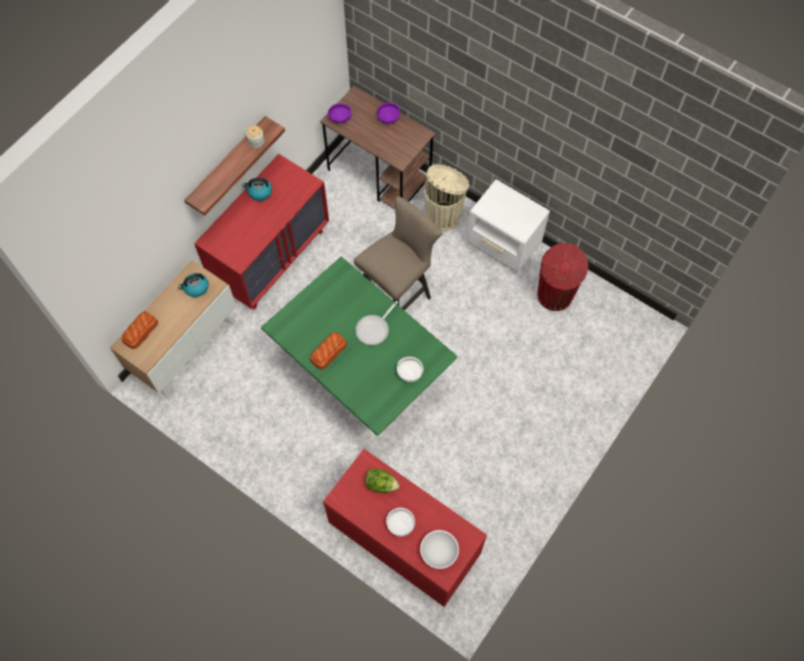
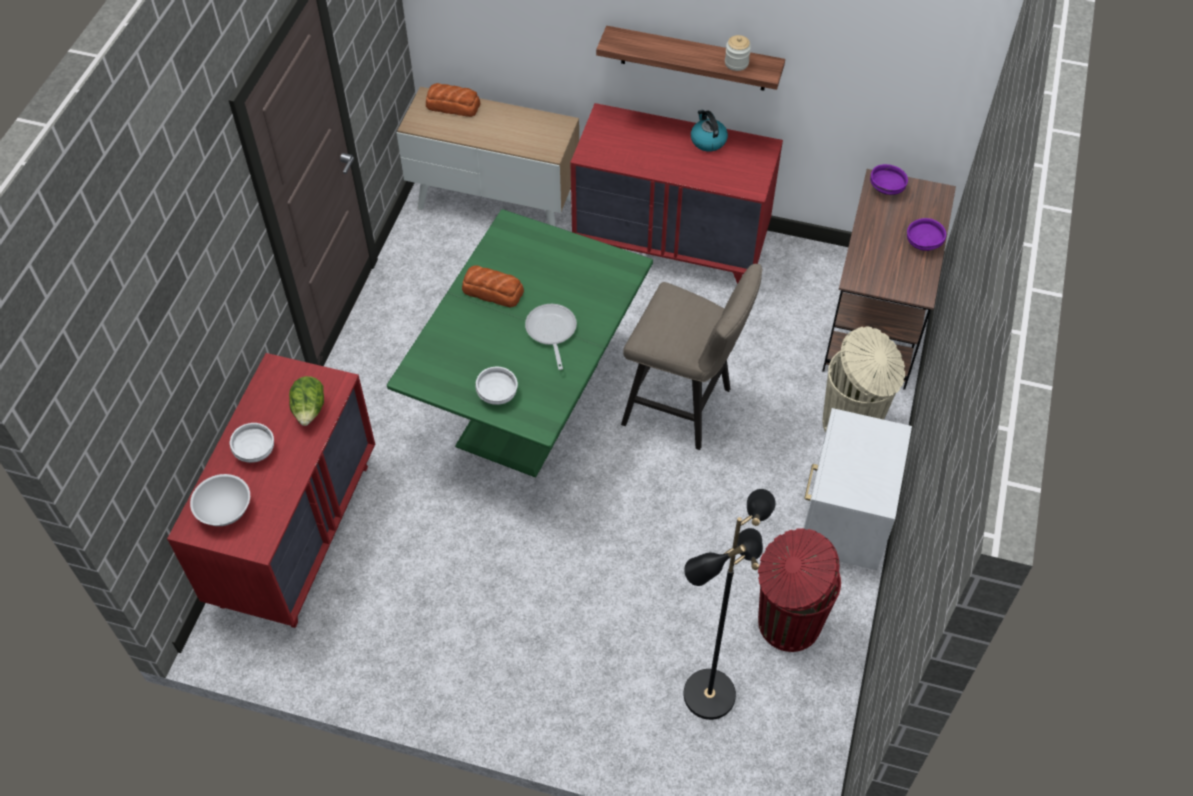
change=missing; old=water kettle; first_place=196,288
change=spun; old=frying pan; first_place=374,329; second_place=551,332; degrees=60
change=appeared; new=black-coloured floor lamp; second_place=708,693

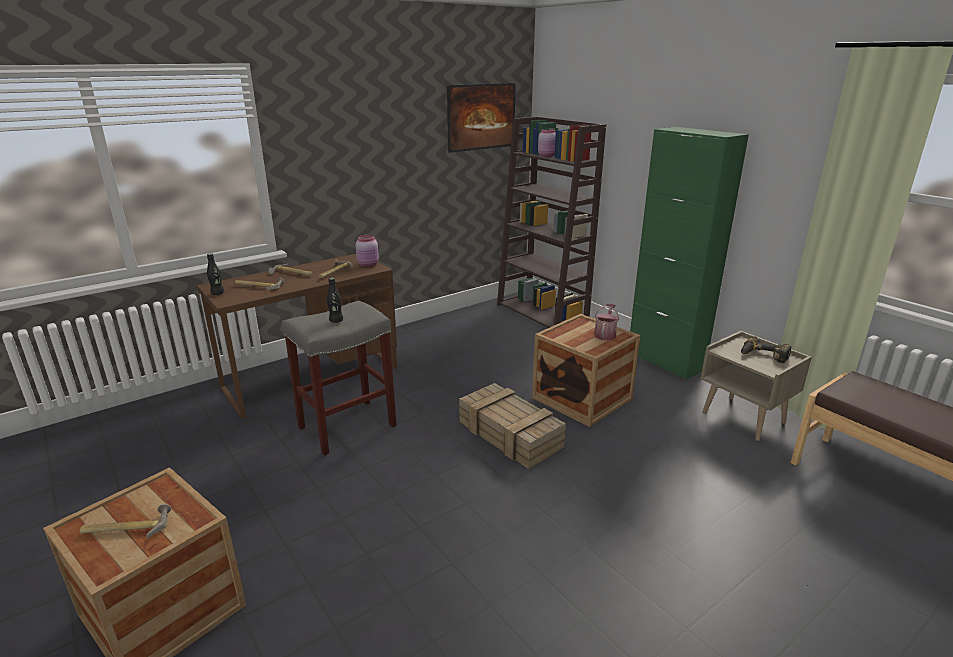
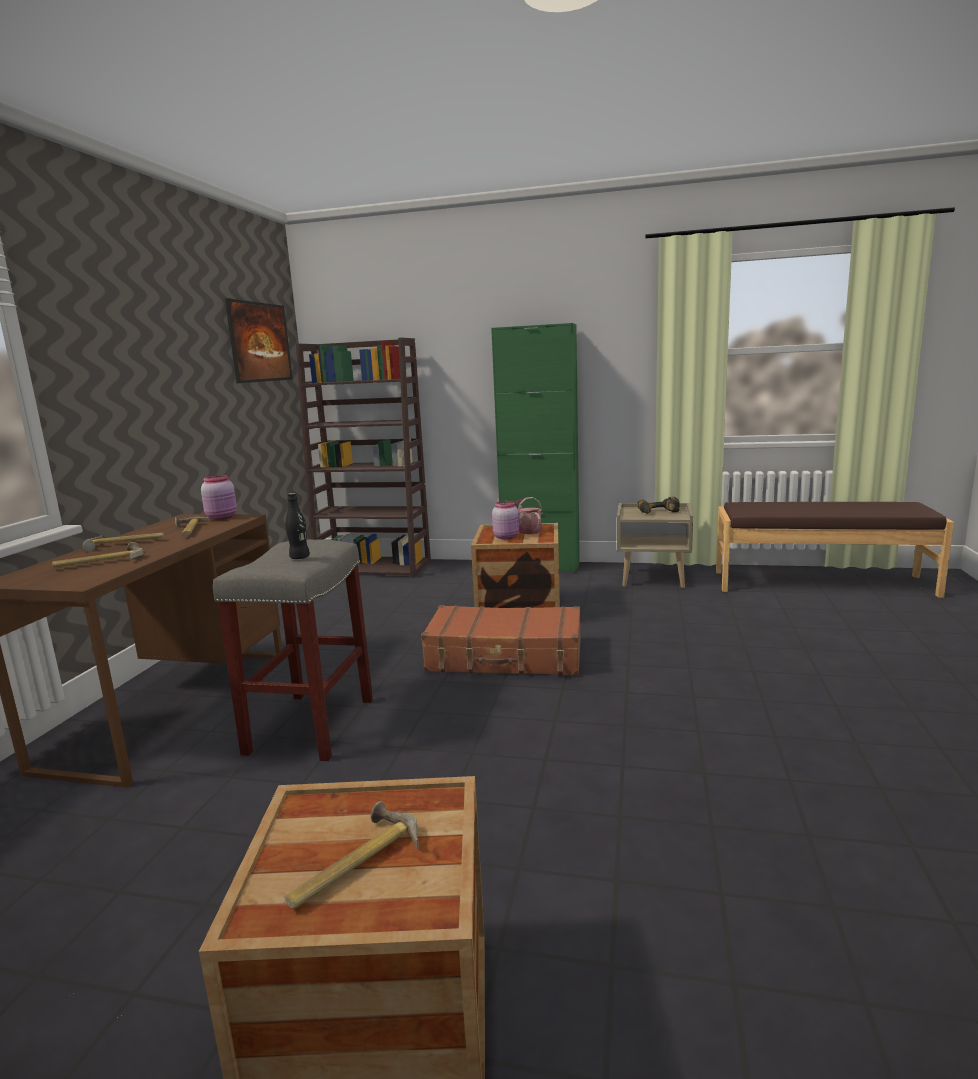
change=relocated; old=pink storage jar; first_place=547,155; second_place=507,537
change=missing; old=black-coloured beverage bottle; first_place=217,293
change=exchanged; old=crate; new=brownish piece of luggage; first_place=511,435; second_place=505,657

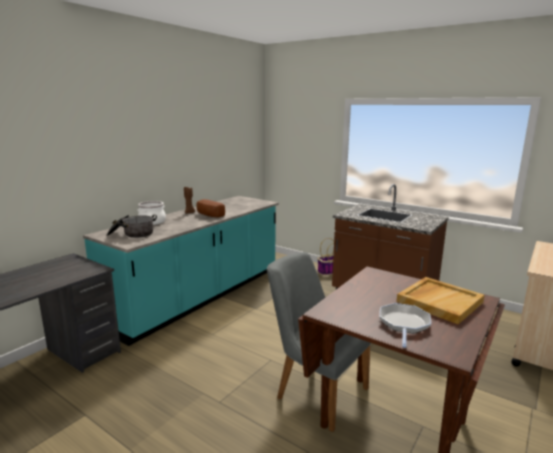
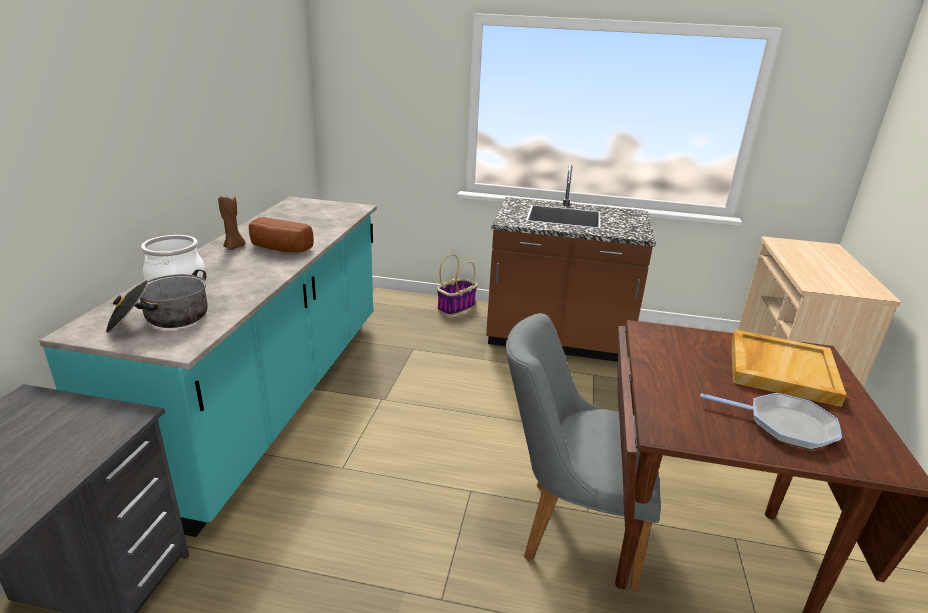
change=spun; old=frying pan; first_place=404,324; second_place=785,425; degrees=120

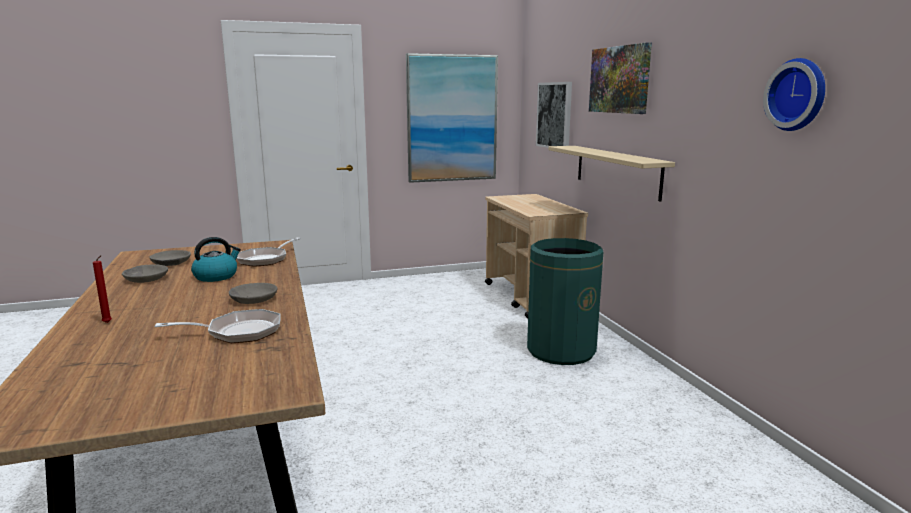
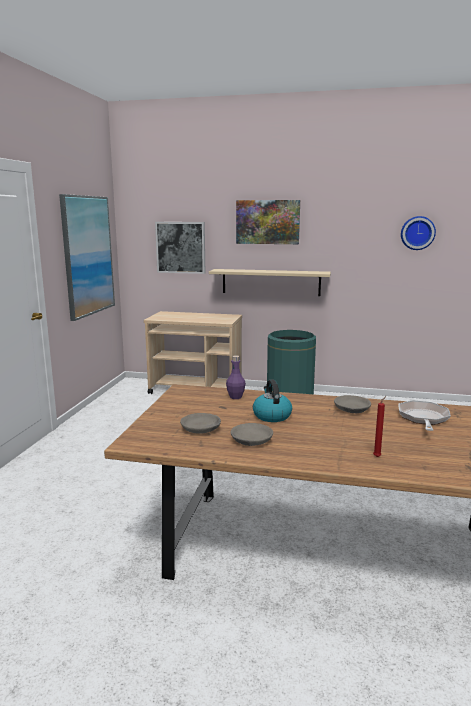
change=exchanged; old=frying pan; new=purplish beverage bottle; first_place=265,259; second_place=235,397

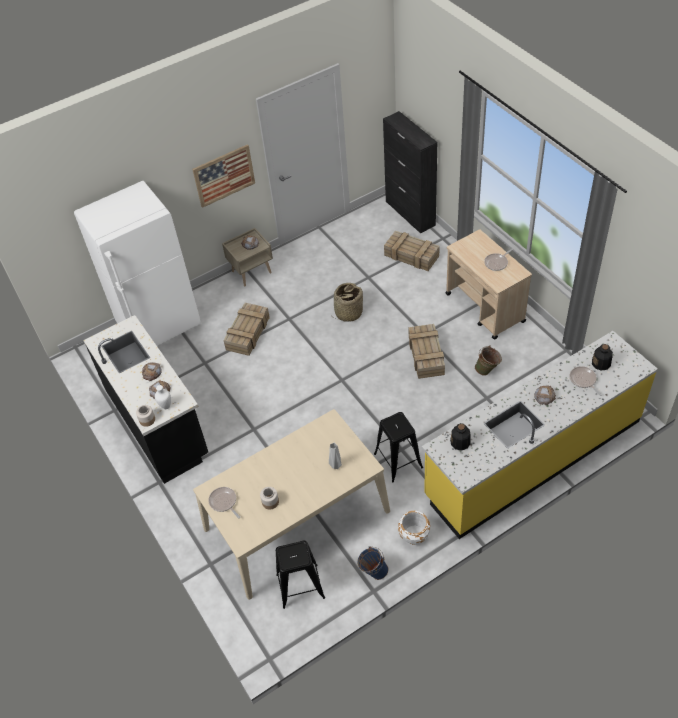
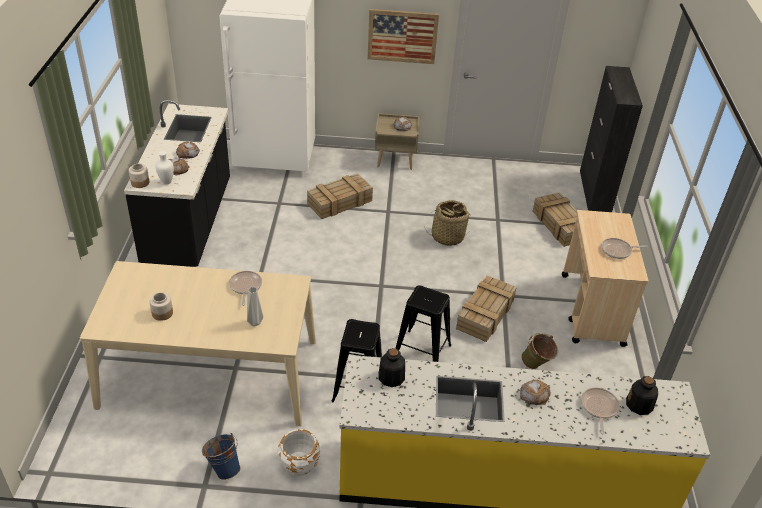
change=relocated; old=frying pan; first_place=224,502; second_place=245,287
change=relocated; old=black-coloured stool seat; first_place=300,586; second_place=422,351

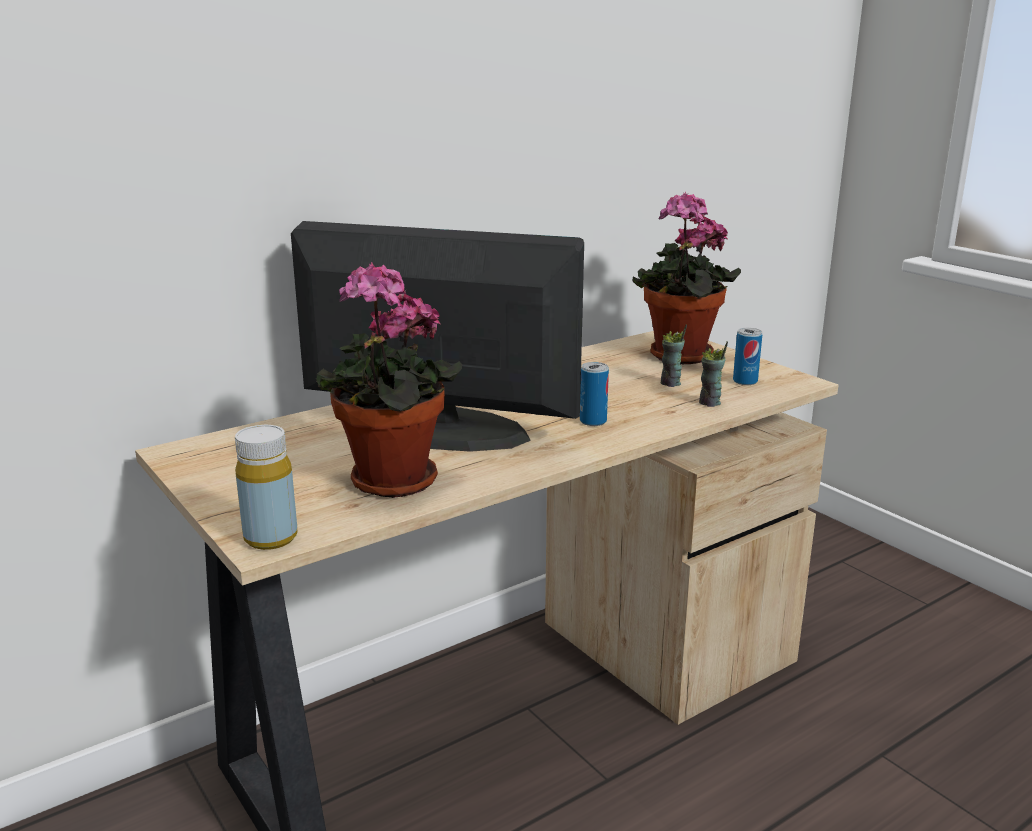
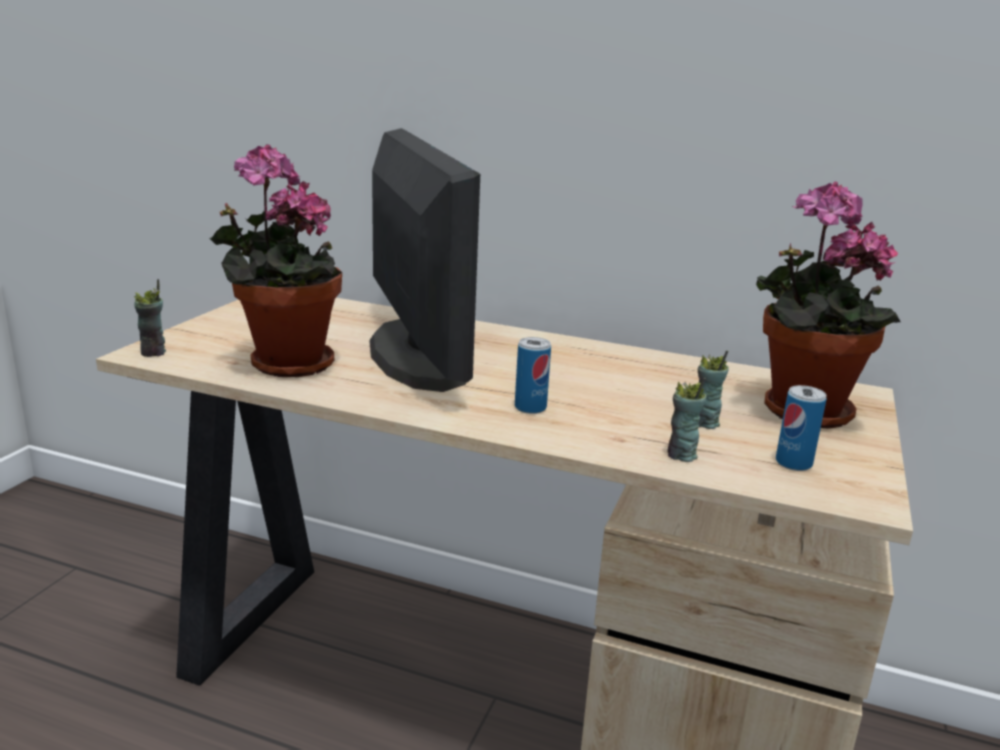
change=exchanged; old=yellow-coloured beverage bottle; new=cup; first_place=270,538; second_place=154,353

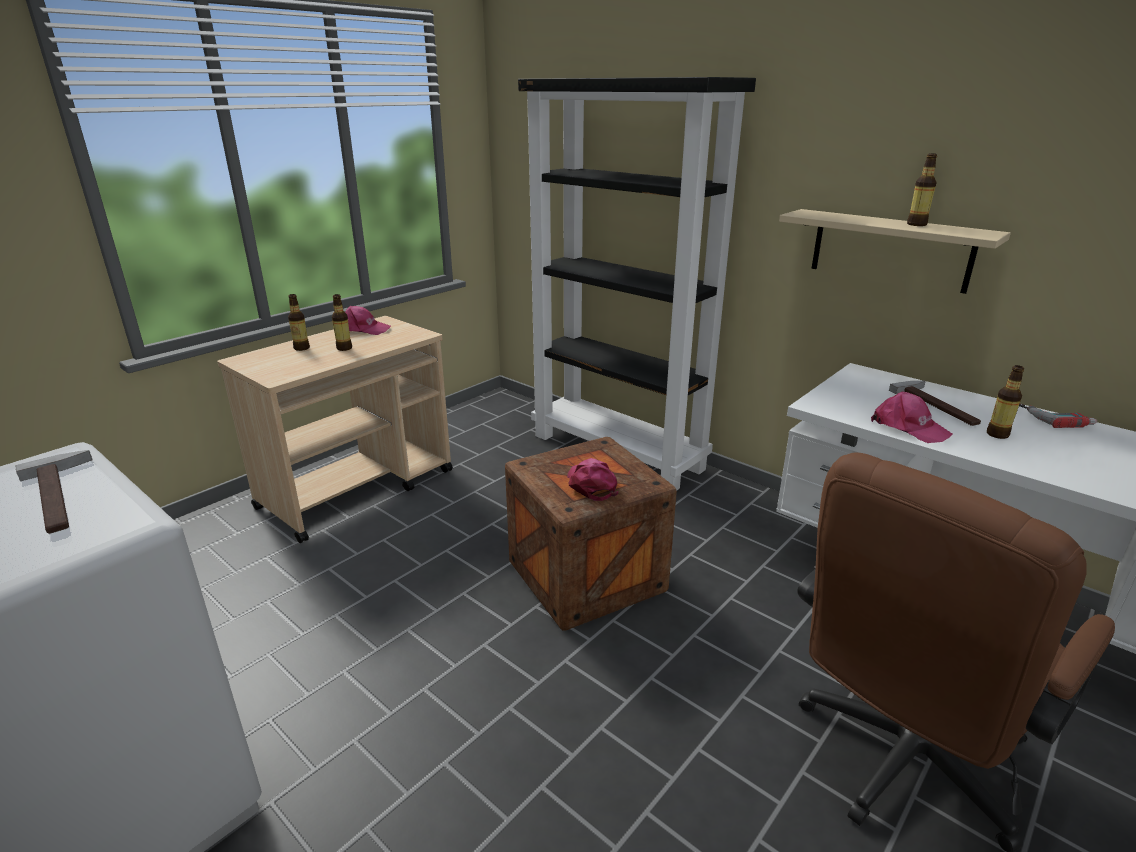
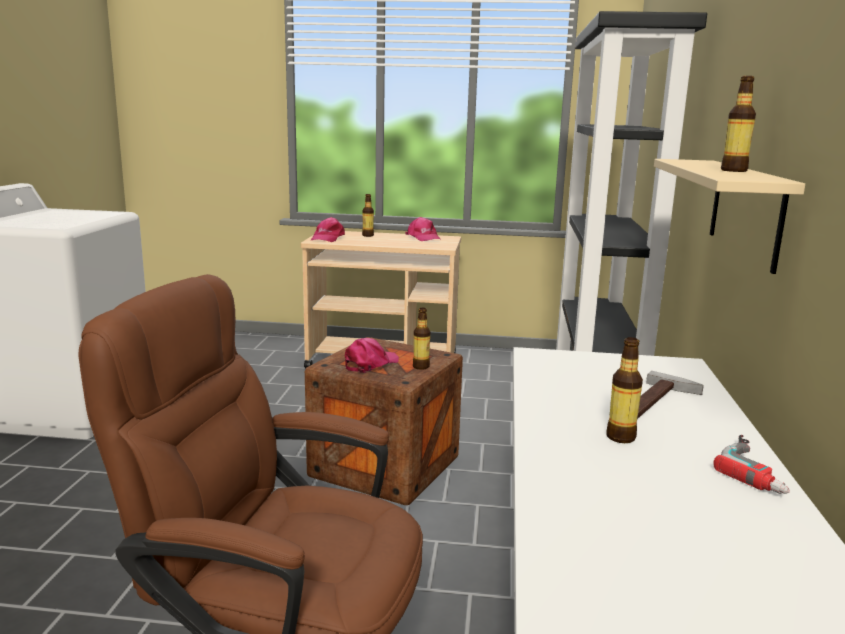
change=relocated; old=beverage bottle; first_place=344,348; second_place=421,366
change=relocated; old=pink cap; first_place=908,427; second_place=327,238
change=missing; old=hammer; first_place=62,495

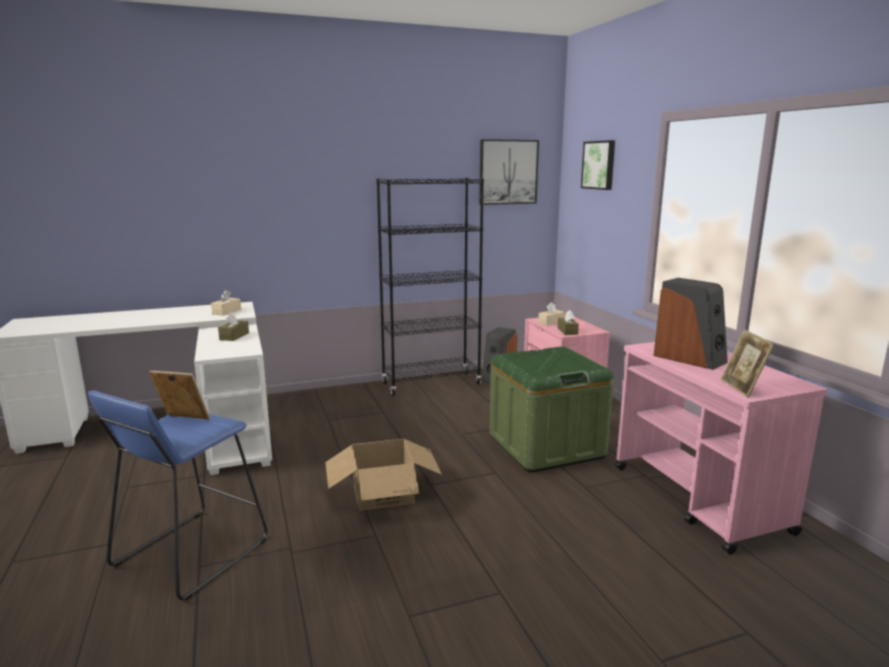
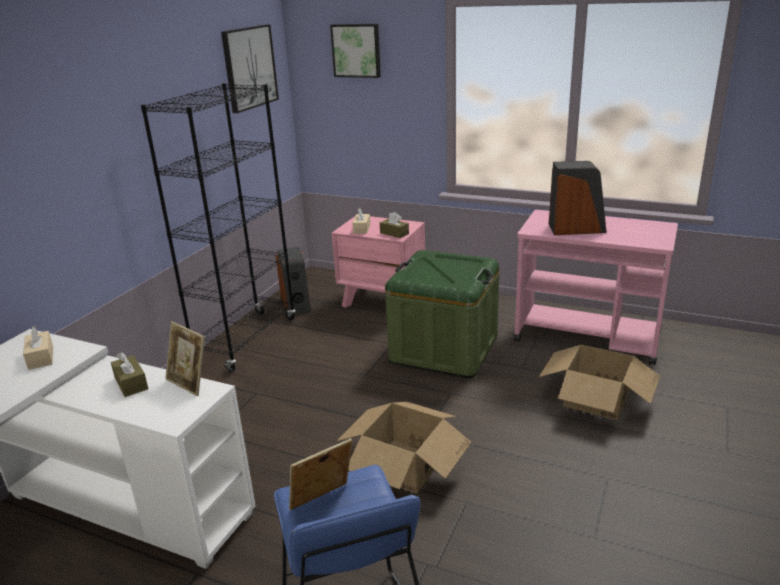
change=relocated; old=picture frame; first_place=742,388; second_place=189,383
change=appeared; new=cardboard box; second_place=596,398

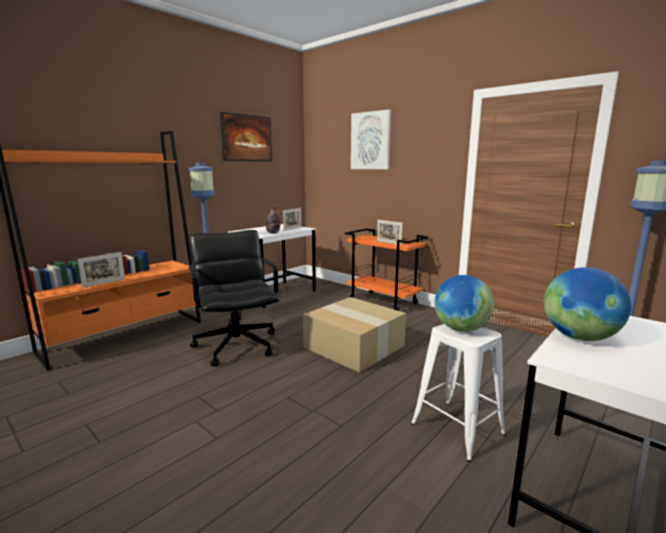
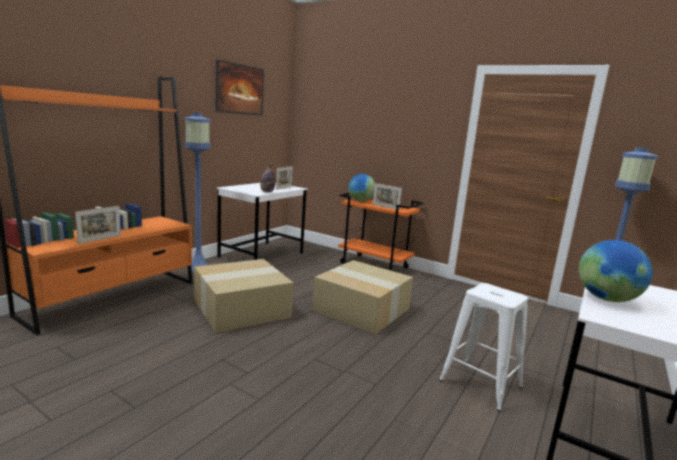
change=missing; old=picture; first_place=370,141
change=exchanged; old=black-coloured computer chair; new=cardboard box; first_place=237,345; second_place=242,308
change=relocated; old=world globe; first_place=461,329; second_place=360,201

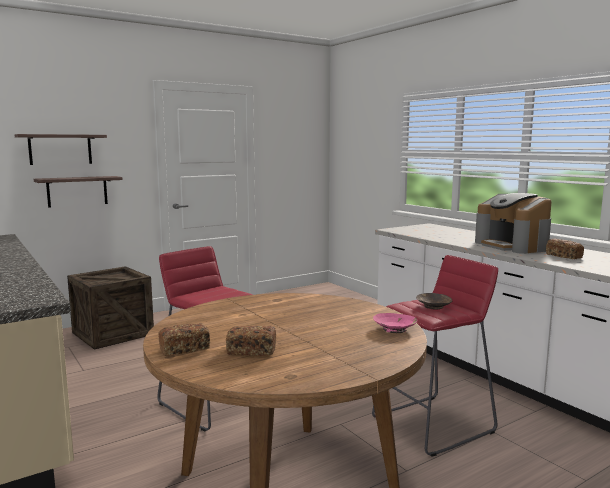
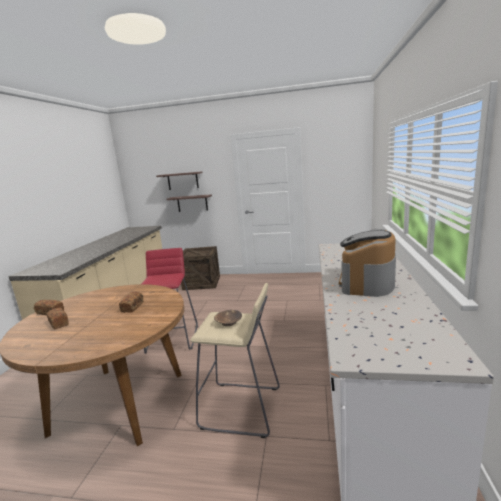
change=relocated; old=baked bread; first_place=564,256; second_place=132,307
change=colour; old=red stool seat; new=beige stool seat; first_place=434,424; second_place=241,408
change=missing; old=pink deep dish; first_place=394,329

